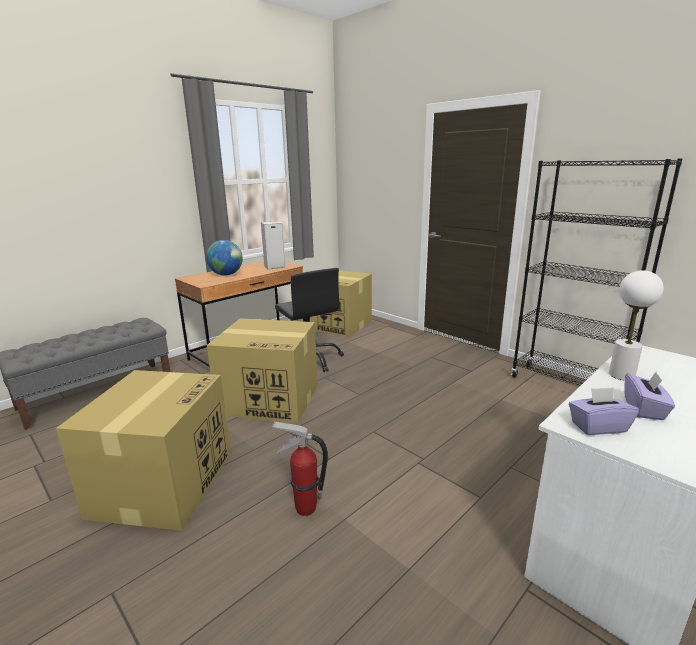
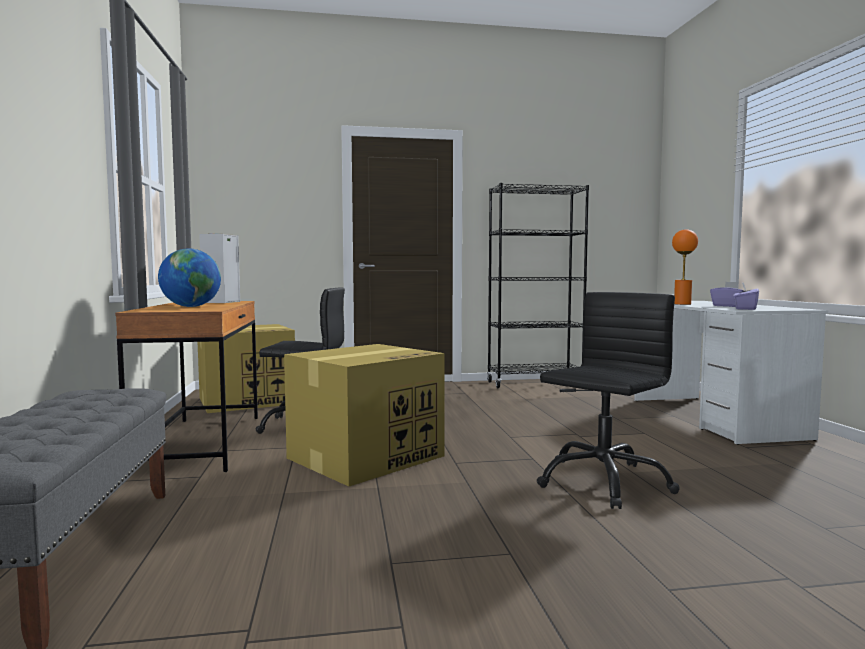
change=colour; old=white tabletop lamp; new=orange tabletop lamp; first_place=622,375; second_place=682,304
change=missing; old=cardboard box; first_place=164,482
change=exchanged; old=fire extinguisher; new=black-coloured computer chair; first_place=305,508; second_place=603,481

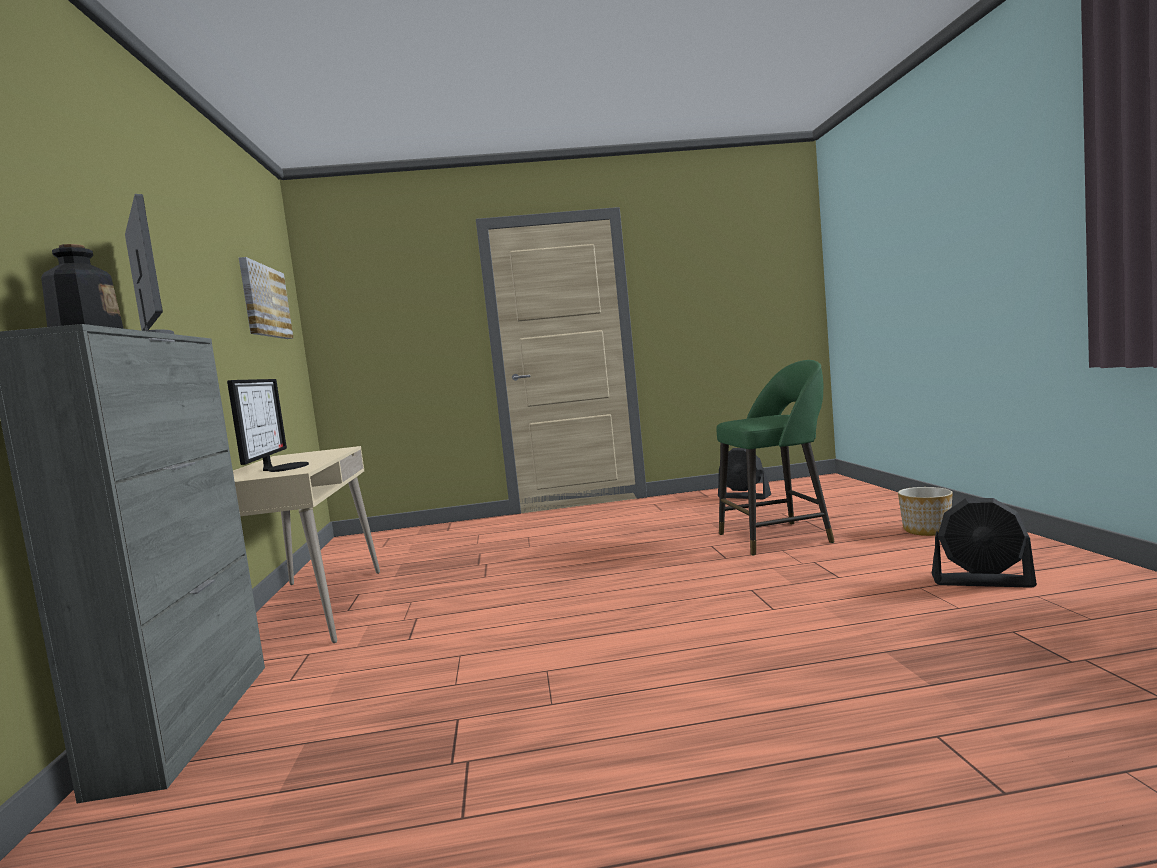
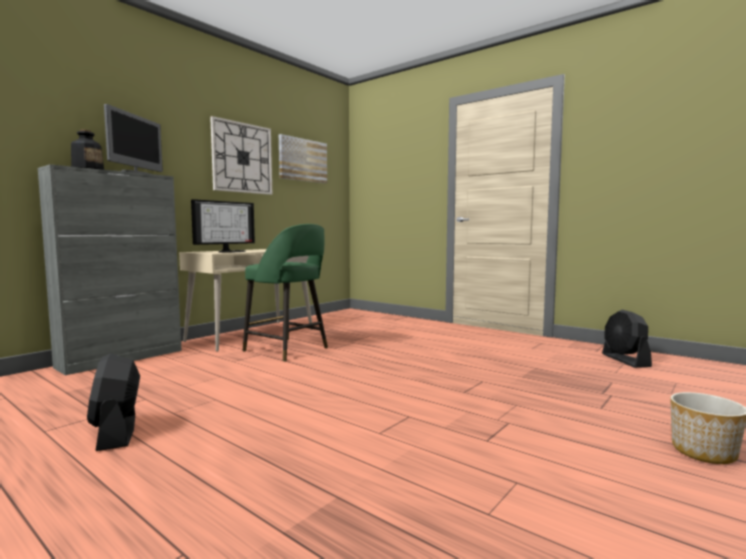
change=relocated; old=green stool seat; first_place=777,537; second_place=287,350
change=relocated; old=black-coloured electric fan; first_place=982,581; second_place=116,432
change=appeared; new=wall clock; second_place=242,158

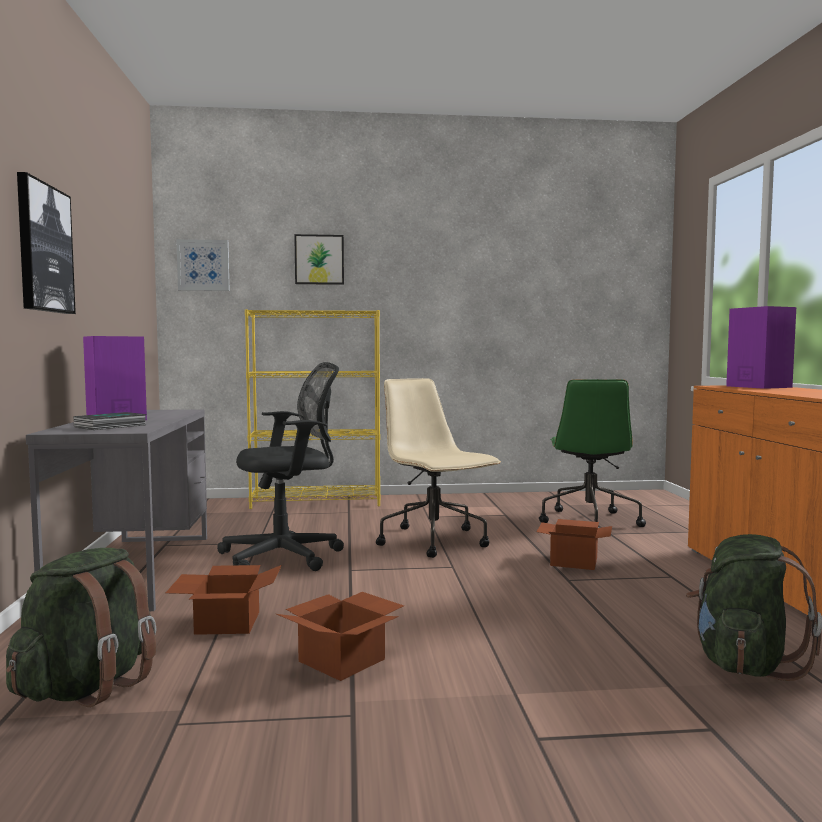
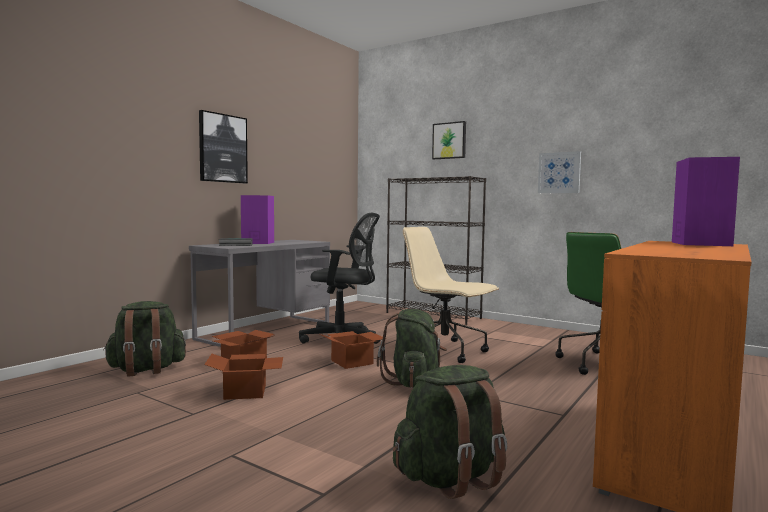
change=relocated; old=picture; first_place=203,265; second_place=559,172
change=colour; old=yellow-coloured bookshelf; new=black-coloured bookshelf; first_place=317,502; second_place=433,315
change=spun; old=beige computer chair; first_place=434,541; second_place=445,351; degrees=-60
change=relocated; old=cardboard box; first_place=575,561; second_place=353,362
change=appeared; new=green backpack; second_place=413,383

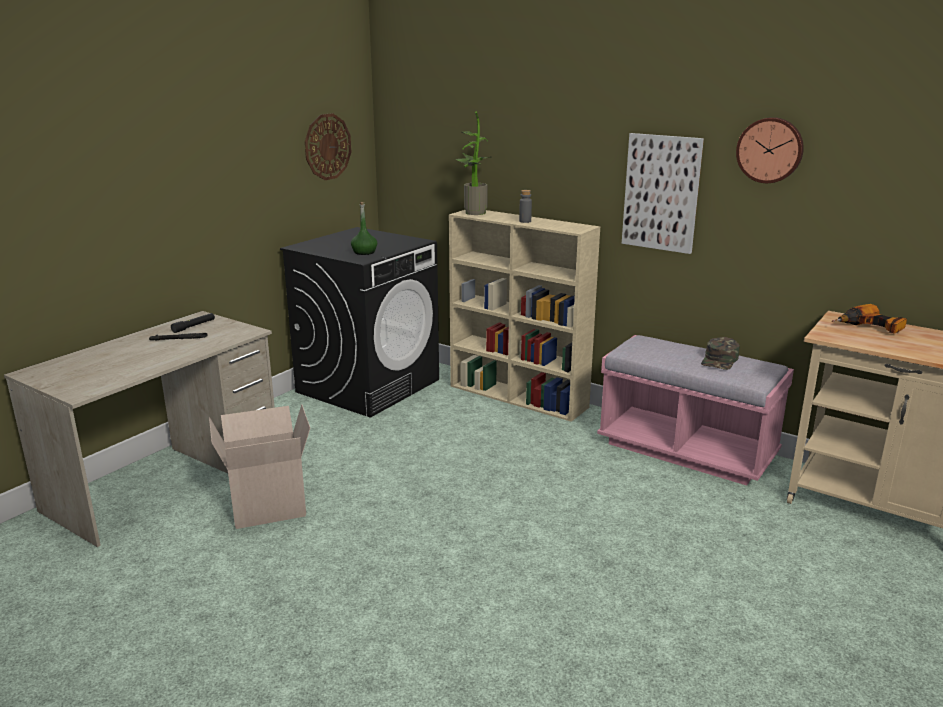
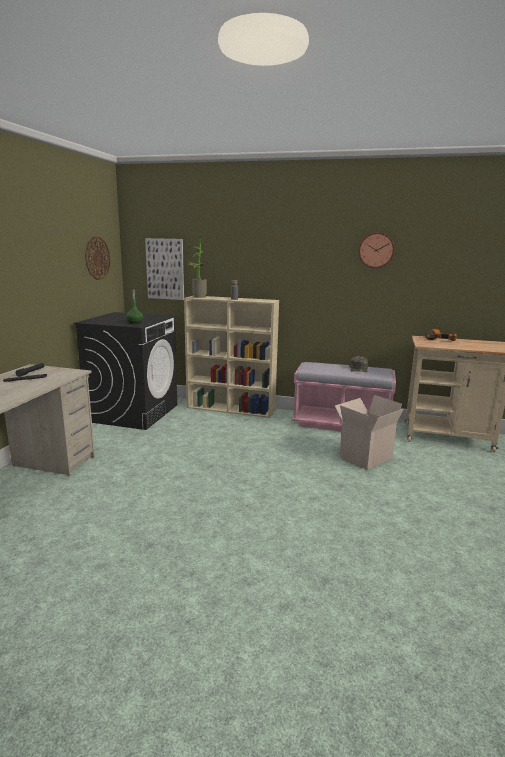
change=relocated; old=picture; first_place=661,193; second_place=165,269
change=relocated; old=cardboard box; first_place=269,505; second_place=365,456

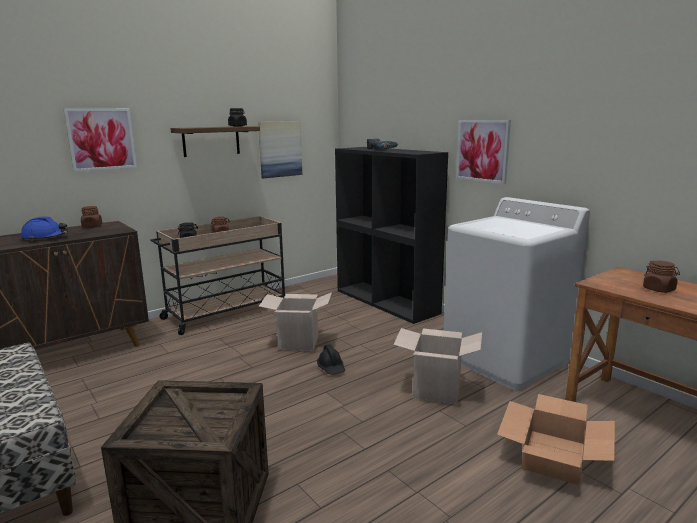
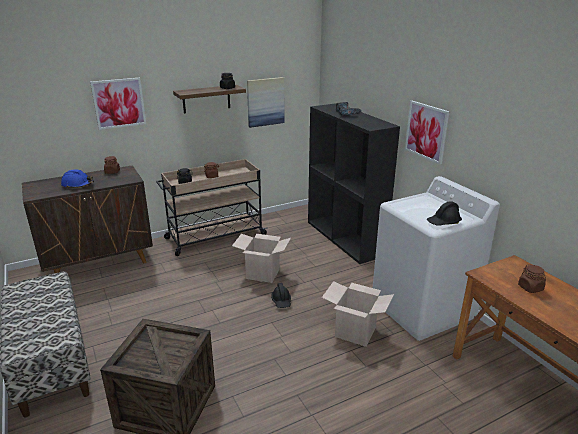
change=missing; old=cardboard box; first_place=553,456
change=appeared; new=black-coloured safety helmet; second_place=443,222

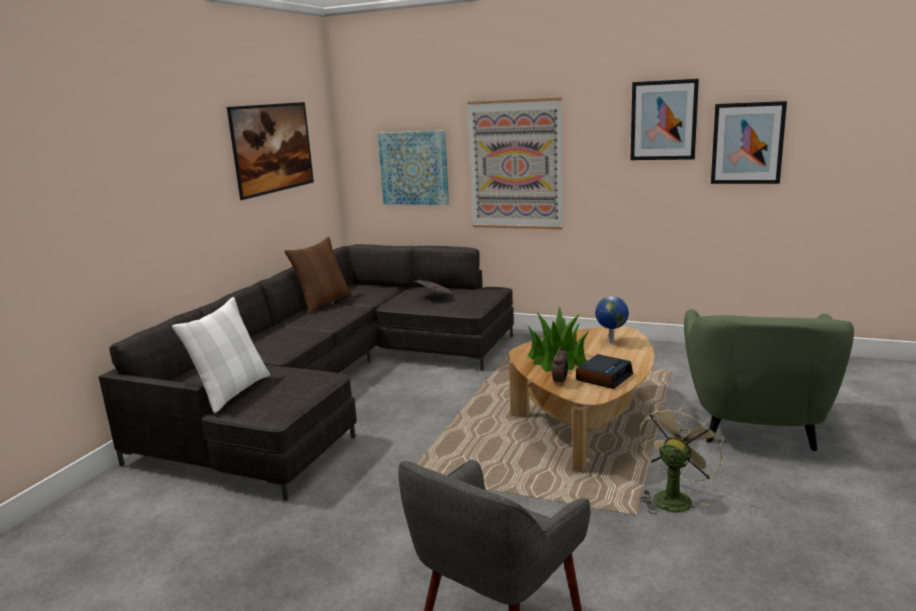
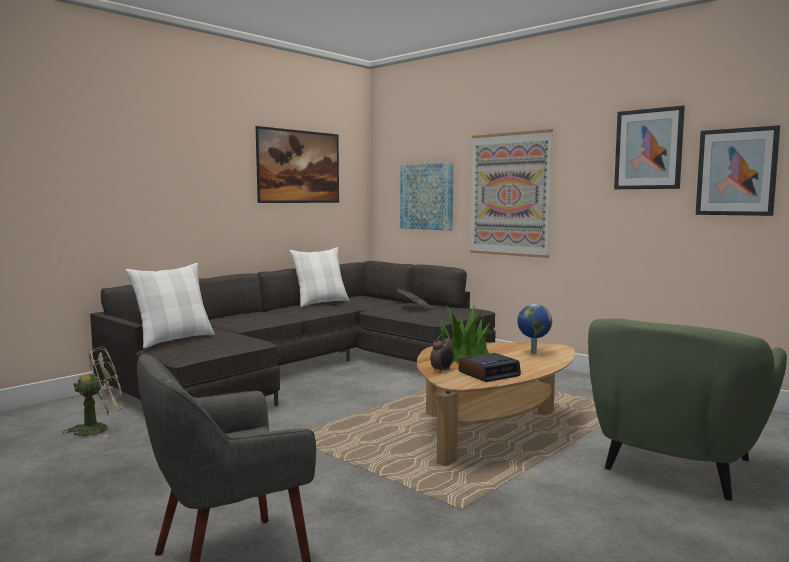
change=colour; old=brownish throw pillow; new=white throw pillow; first_place=324,303; second_place=320,303
change=relocated; old=beige electric fan; first_place=674,497; second_place=99,429

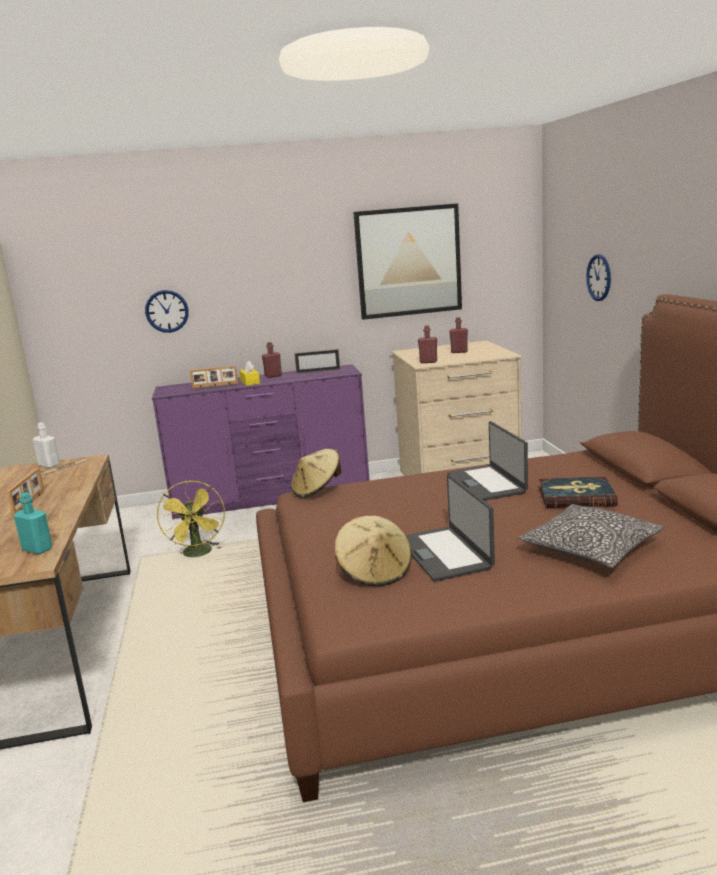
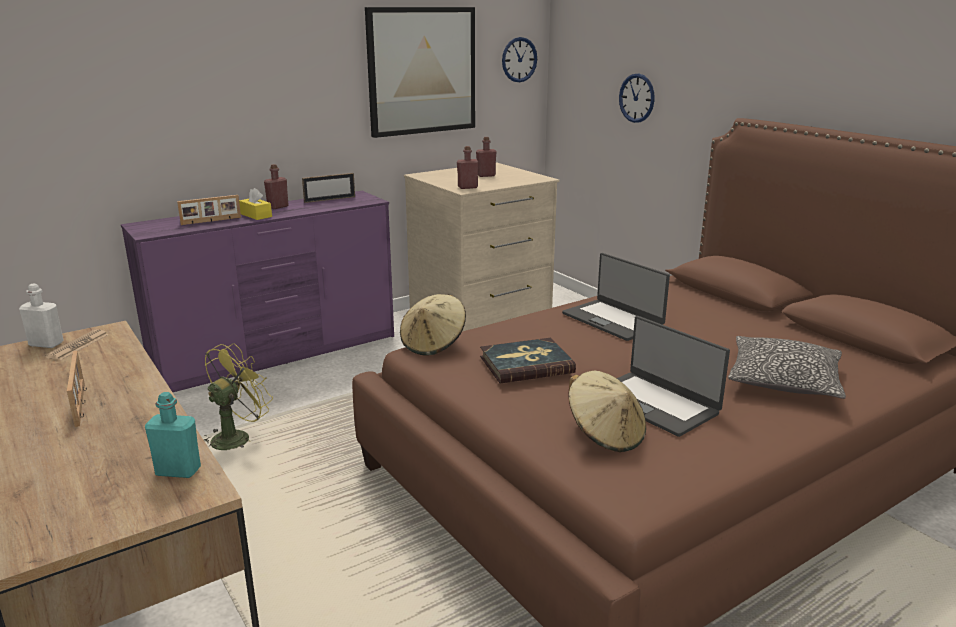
change=relocated; old=wall clock; first_place=167,311; second_place=519,59
change=relocated; old=book; first_place=576,496; second_place=526,364
change=spun; old=yellow-coloured electric fan; first_place=199,554; second_place=236,437; degrees=-105

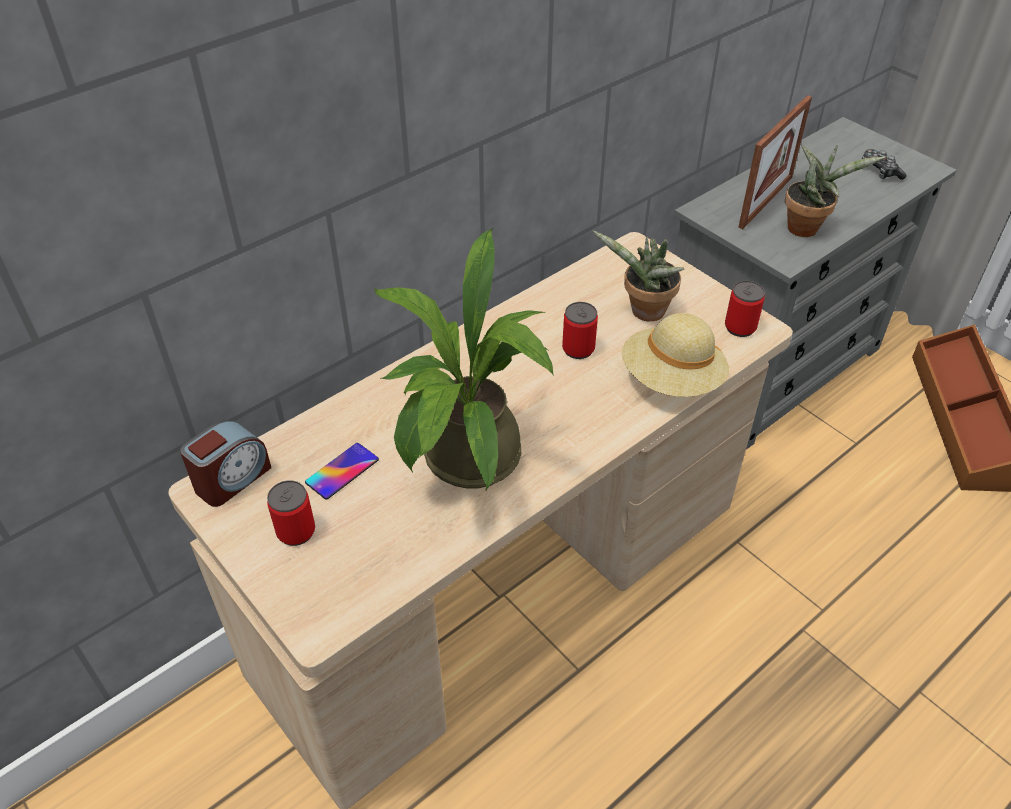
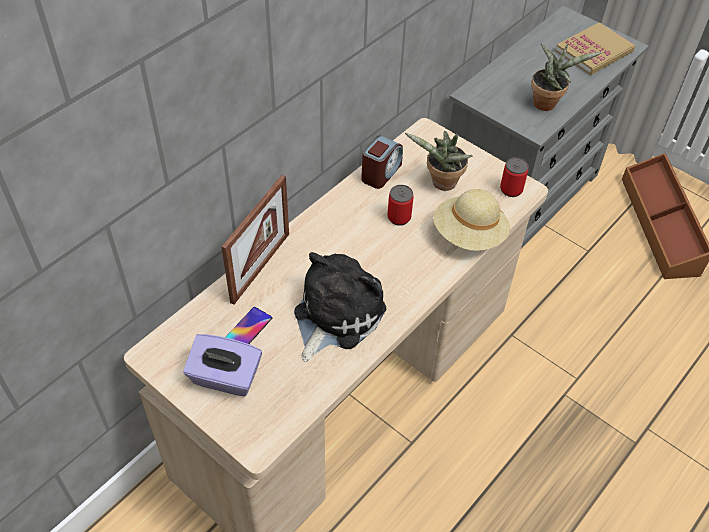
change=relocated; old=picture frame; first_place=765,202; second_place=260,267
change=exchanged; old=joypad; new=book; first_place=879,171; second_place=594,51
change=exchanged; old=potted plant; new=plush toy; first_place=465,465; second_place=335,315
change=relocated; old=bedside clock; first_place=232,479; second_place=381,173
change=exchanged; old=can; new=purplish tissue box; first_place=296,531; second_place=225,378

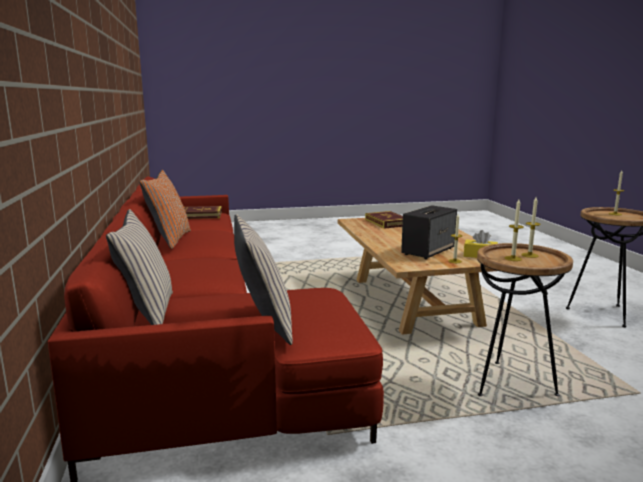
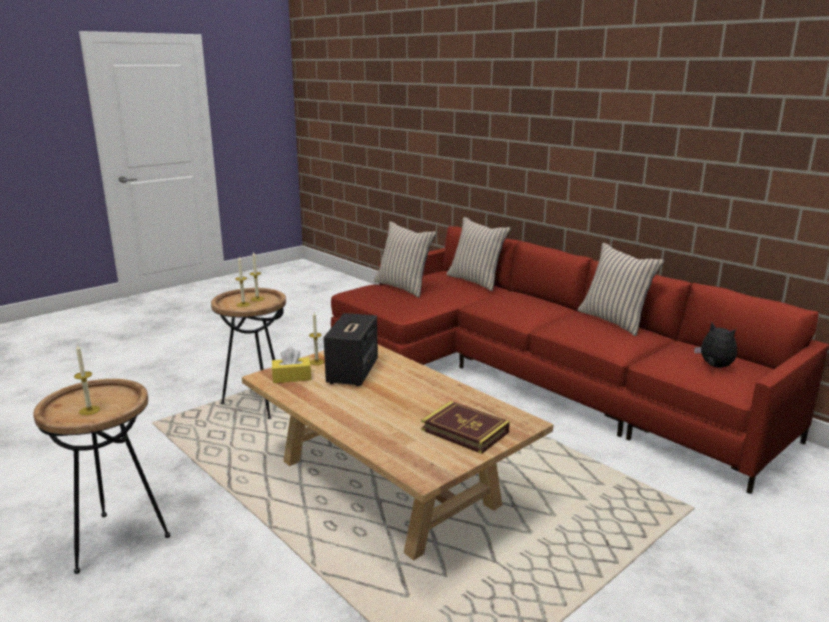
change=colour; old=orange throw pillow; new=beige throw pillow; first_place=169,240; second_place=614,321
change=exchanged; old=book; new=plush toy; first_place=201,215; second_place=714,366

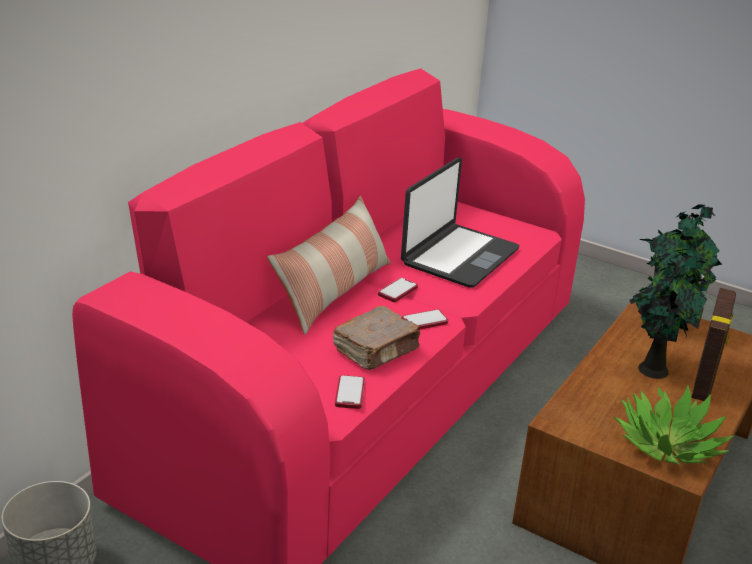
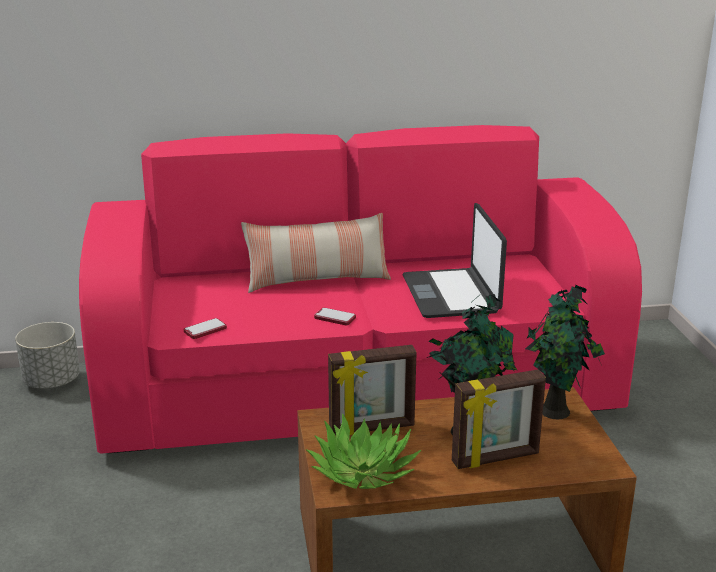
change=spun; old=portable computer; first_place=459,256; second_place=452,295; degrees=90
change=missing; old=handset; first_place=397,291
change=missing; old=brownish book; first_place=377,350
change=appeared; new=picture frame; second_place=372,428

